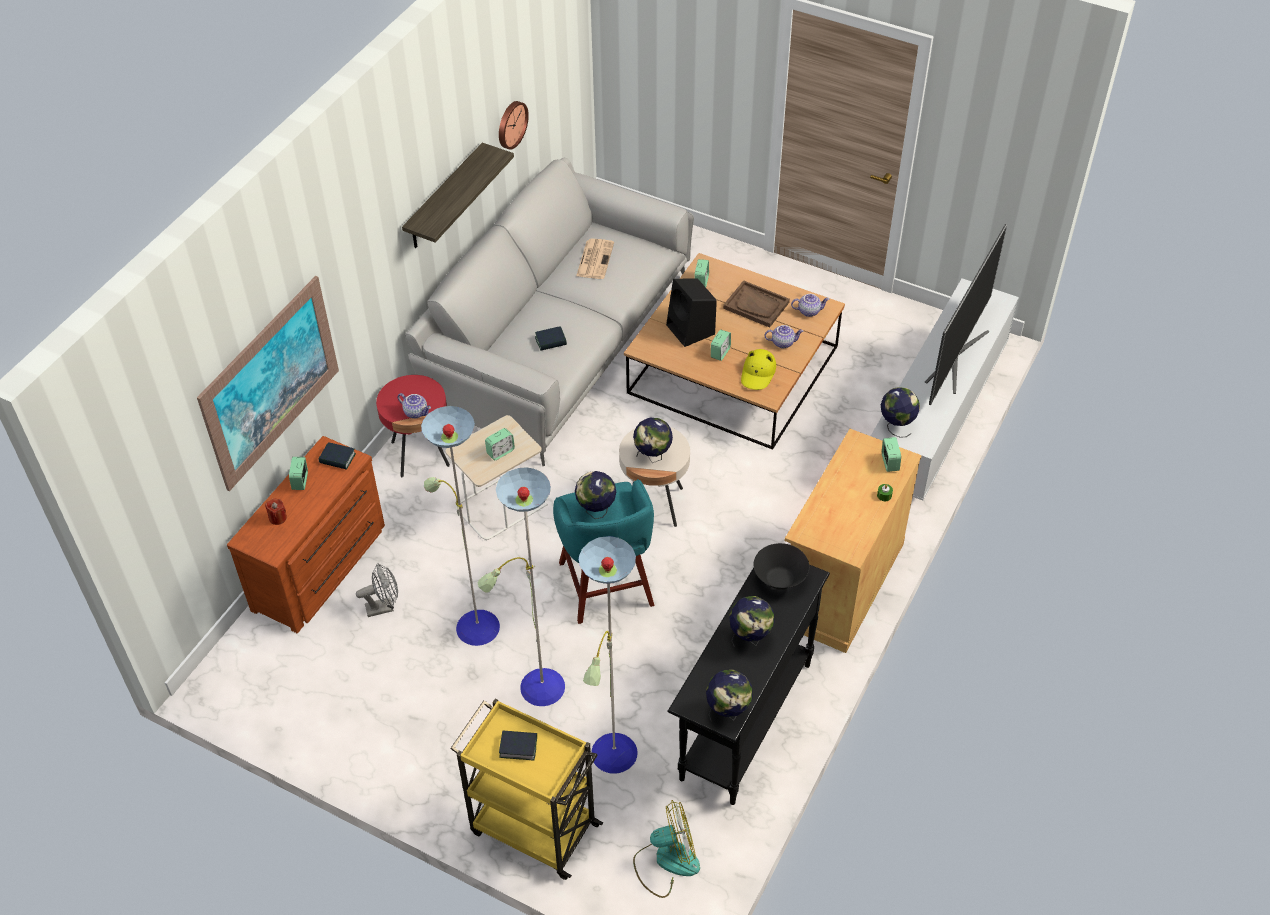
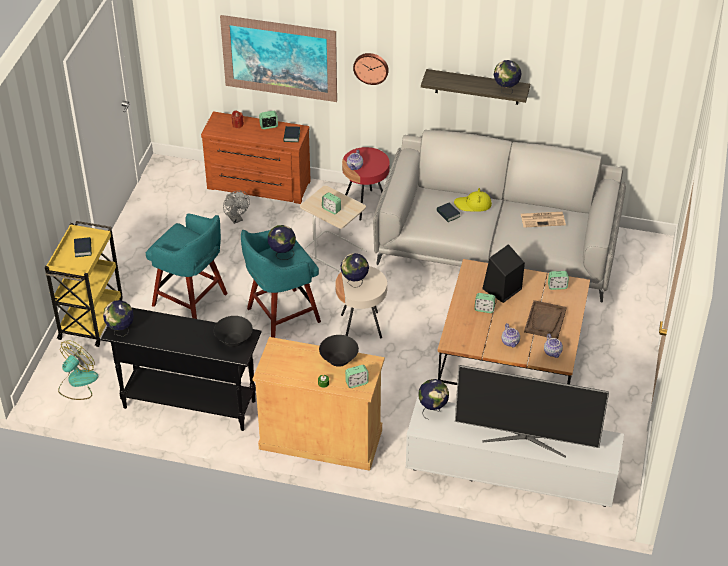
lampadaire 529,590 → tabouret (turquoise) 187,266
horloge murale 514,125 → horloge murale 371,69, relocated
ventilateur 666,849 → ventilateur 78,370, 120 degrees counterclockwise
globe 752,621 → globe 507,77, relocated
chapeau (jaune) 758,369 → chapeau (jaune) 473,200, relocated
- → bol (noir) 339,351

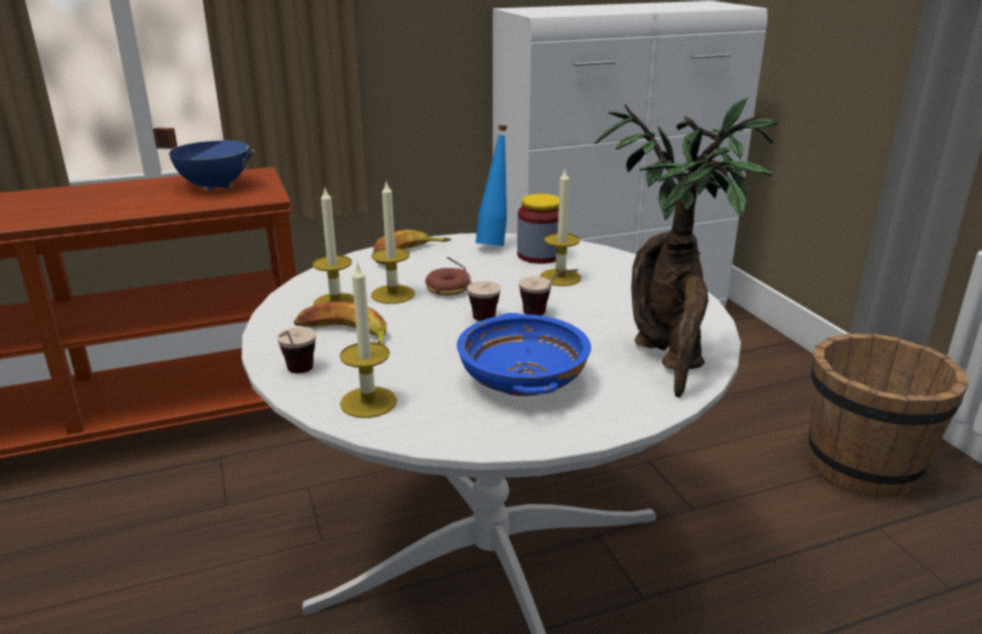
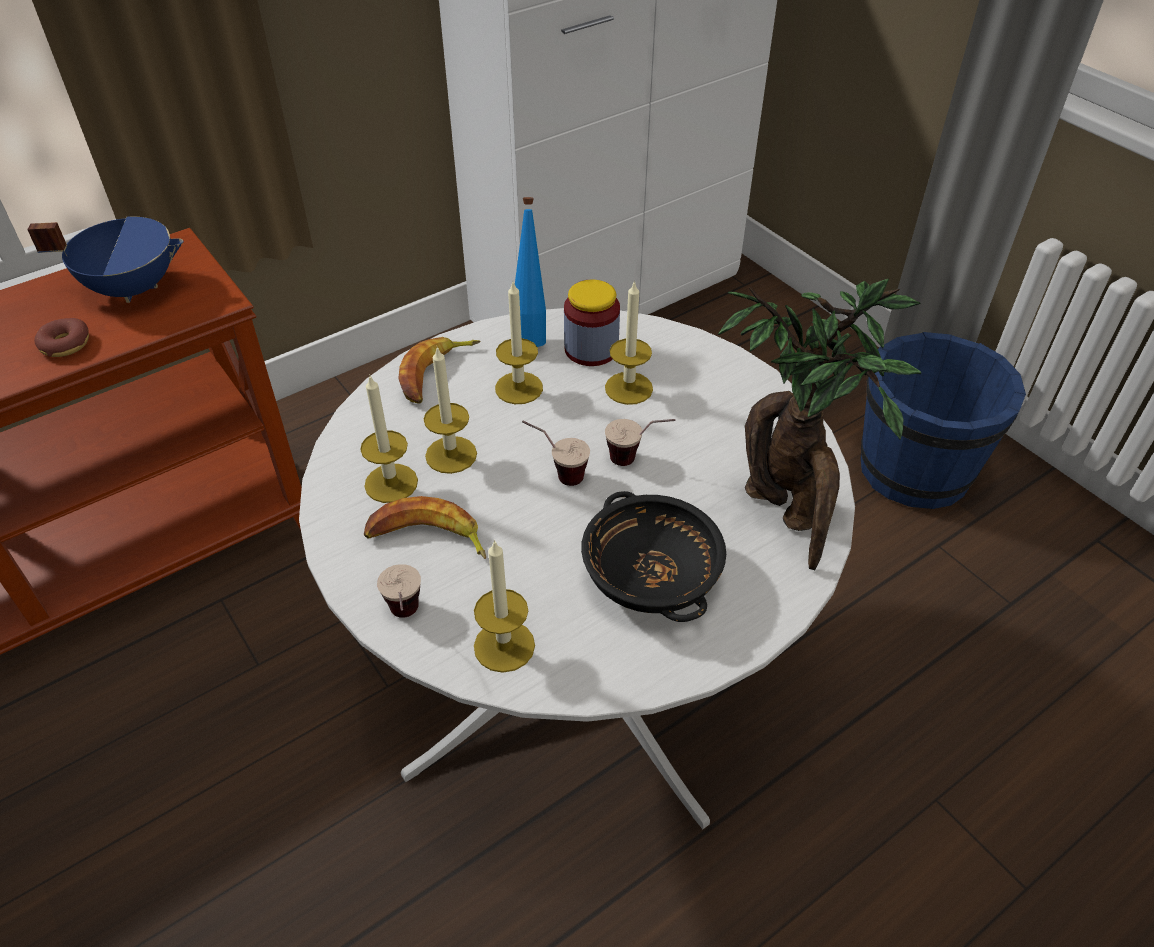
beignet 447,282 → beignet 61,337, relocated
bol (bleu) 524,355 → bol (noir) 653,556
seau (marron) 889,415 → seau (bleu) 943,420
- → bougie 519,343

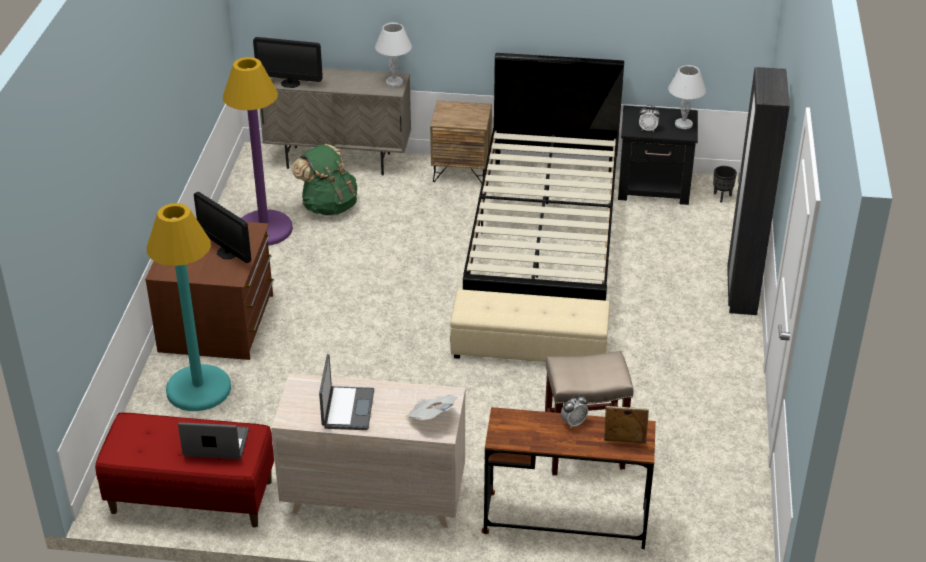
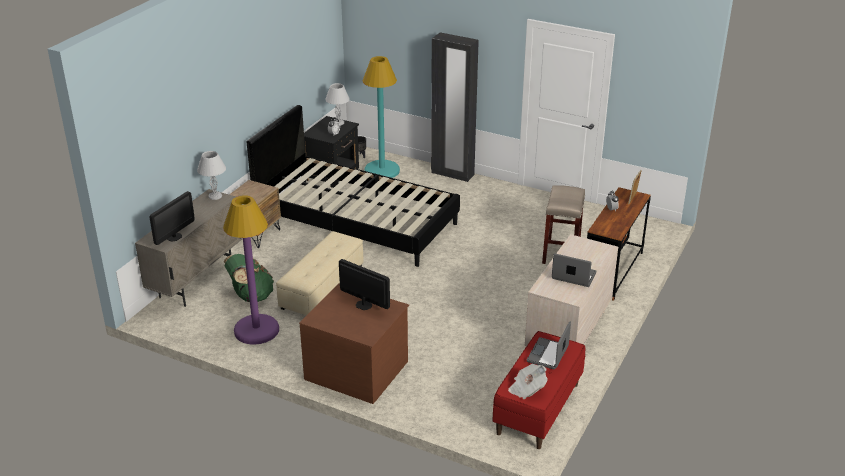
lampadaire (turquoise) 189,307 → lampadaire (turquoise) 381,117, relocated
écran d'ordinateur 222,227 → écran d'ordinateur 364,284, 120 degrees counterclockwise
journal 432,407 → journal 528,381, relocated
pouf (beige) 530,325 → pouf (beige) 319,273, relocated

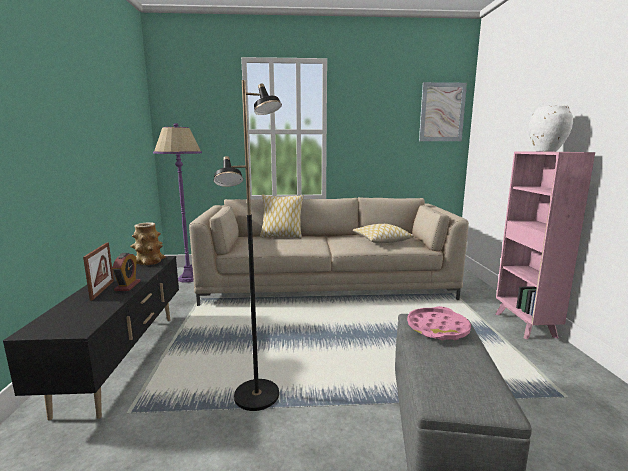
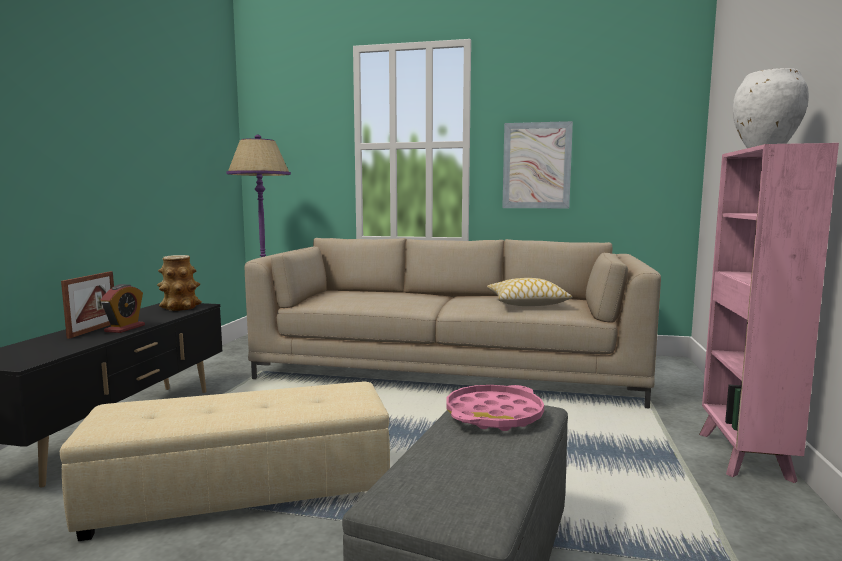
lampadaire (noir) 248,245 → pouf (beige) 225,461
coussin 282,216 → -
tableau 443,111 → tableau 537,164, relocated

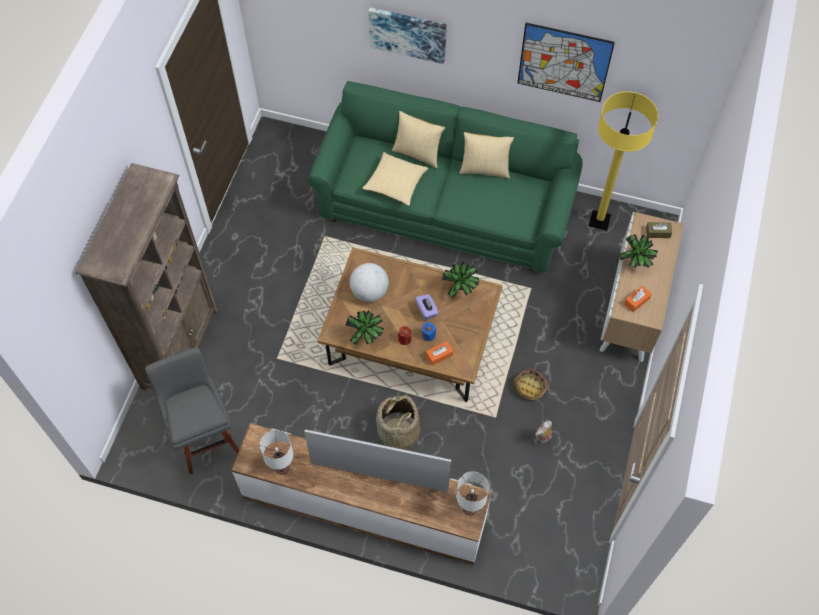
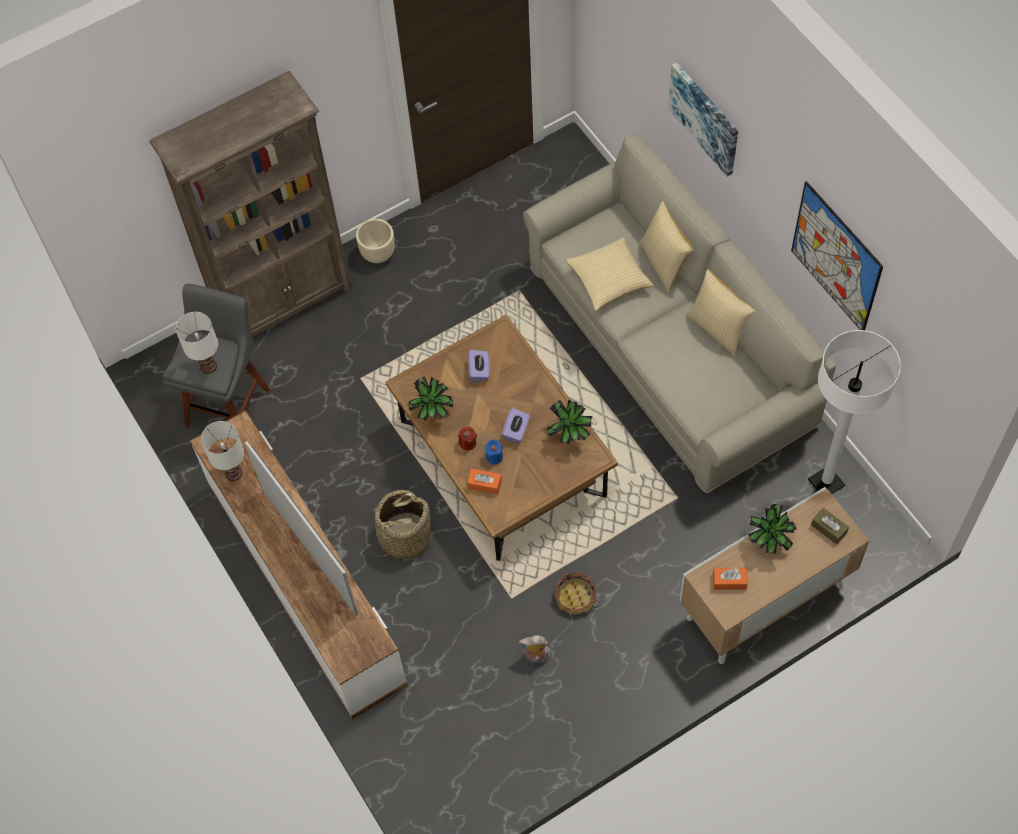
canapé (vert) 445,177 → canapé (beige) 679,313
globe 369,282 → boîte à mouchoirs (violet) 479,366
lampe de table (blanc) 472,493 → lampe de table (blanc) 197,343, relocated
lampadaire (jaune) 623,160 → lampadaire (blanc) 854,412
- → cache-pot (beige) 375,241

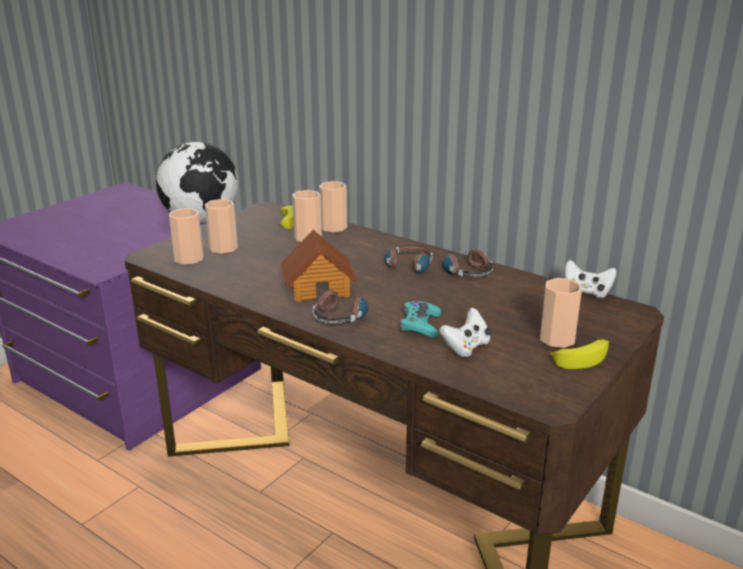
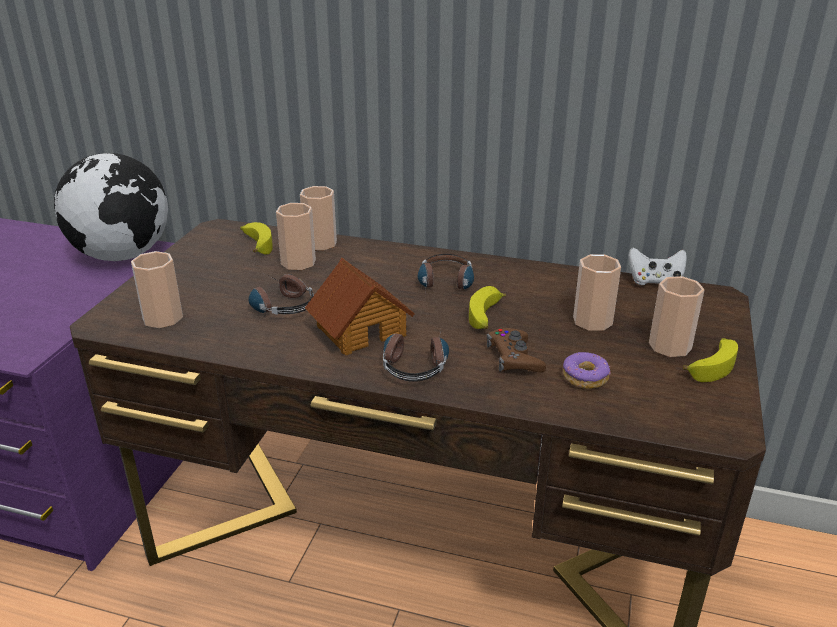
tasse 221,226 → tasse 597,292, relocated
manette (turquoise) 420,319 → manette (marron) 516,350
manette (blanc) 465,332 → beignet 586,370
casque audio 467,263 → casque audio 281,294, relocated
- → banane 487,307

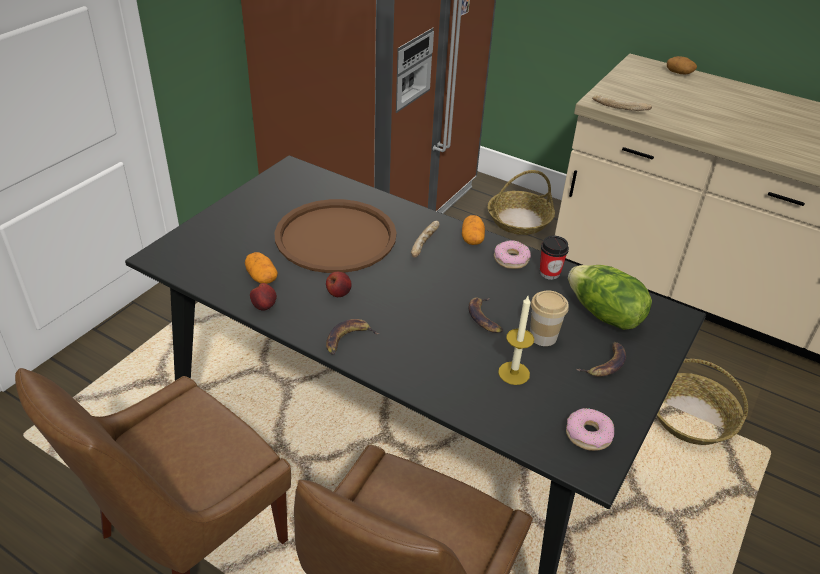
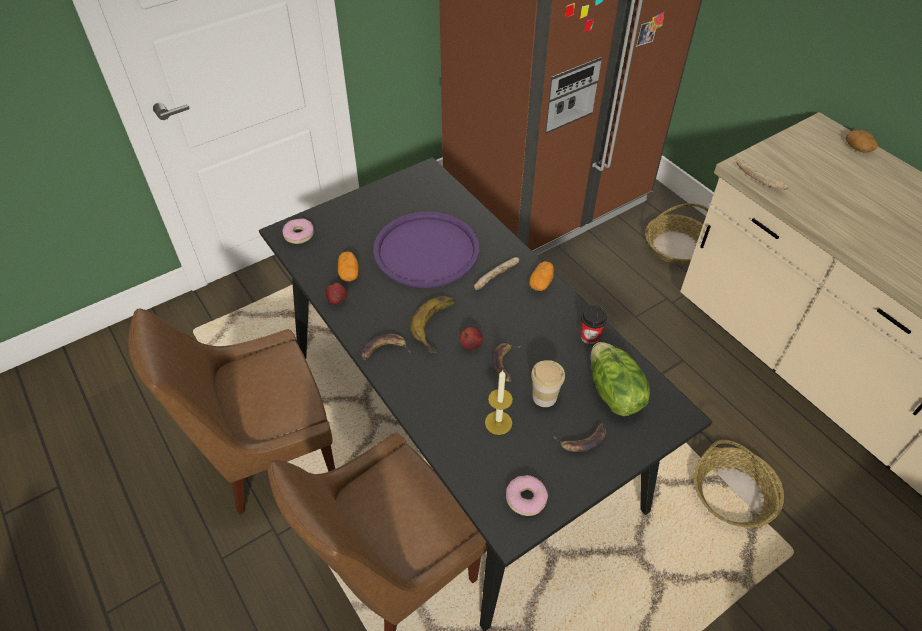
plateau (marron) 335,236 → plateau (violet) 426,249
pomme 339,284 → pomme 471,338, relocated
beignet 512,254 → beignet 298,231, relocated
- → banane 432,325

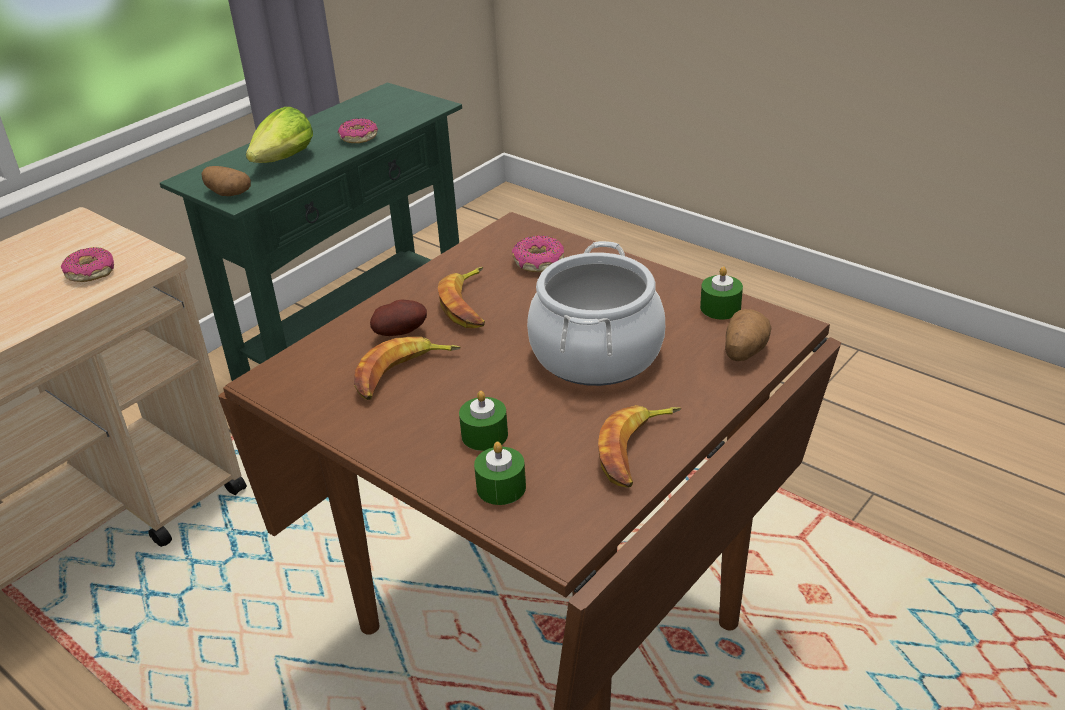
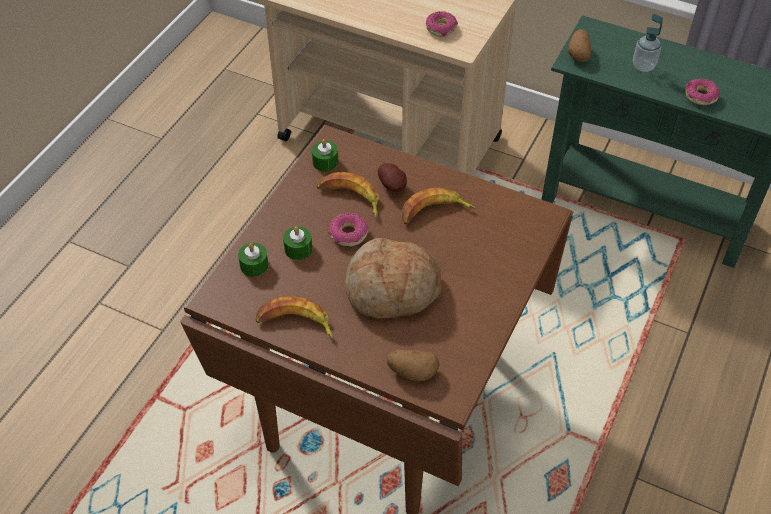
laitue 279,135 → distributeur de savon 648,43
beignet 538,253 → beignet 348,229, relocated
marmite 596,313 → pain 393,278
bougie (vert) 721,292 → bougie (vert) 325,155, relocated

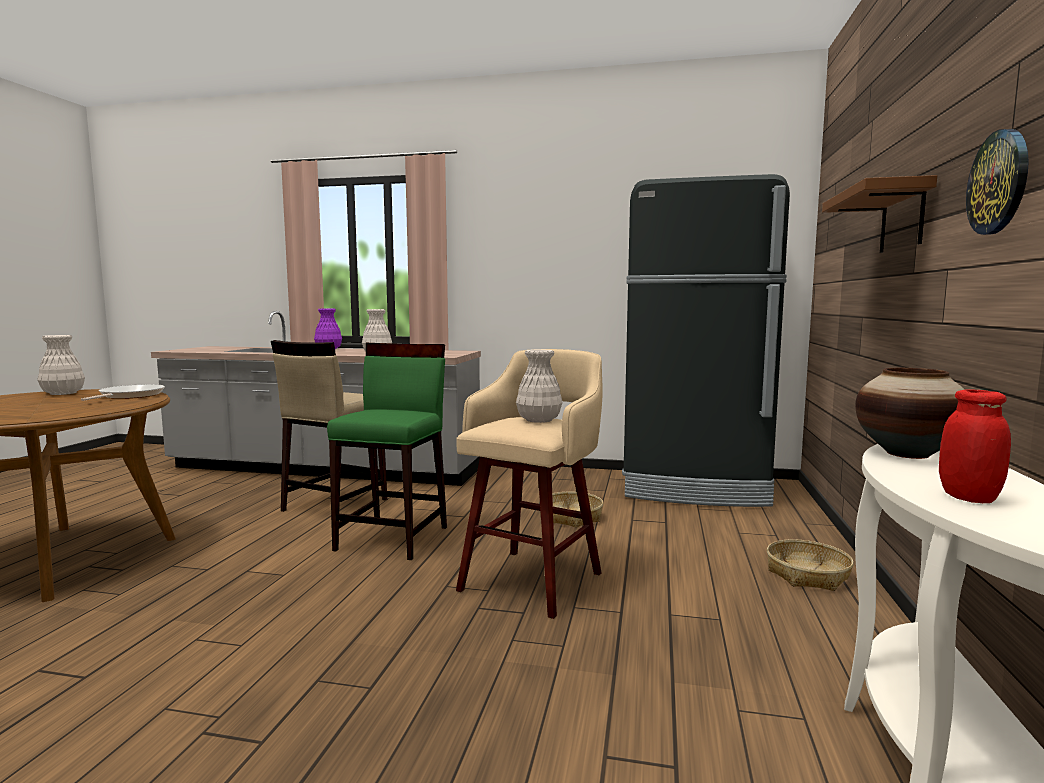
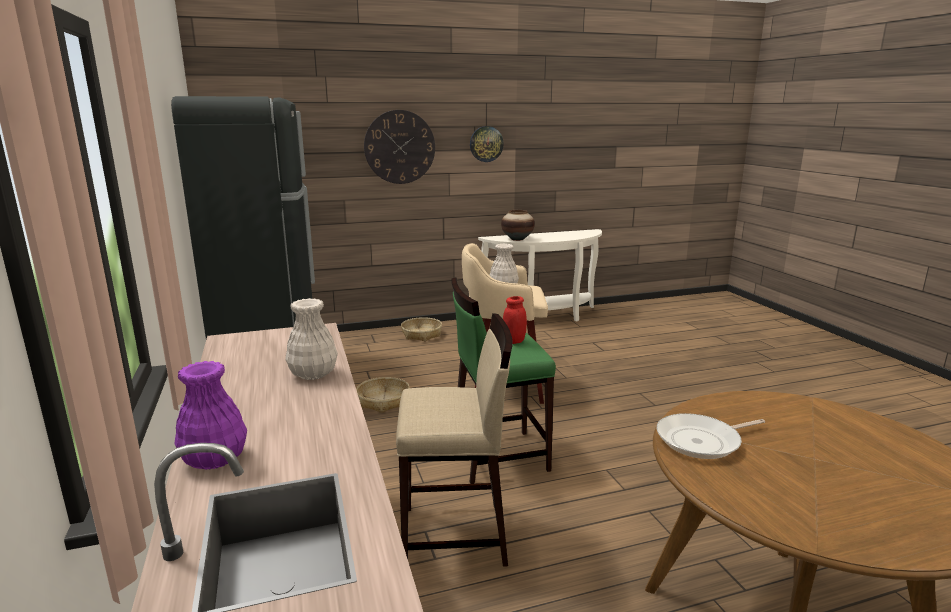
vase (blanc) 61,365 → -
étagère (marron) 879,214 → horloge murale 399,147
bocal (rouge) 975,446 → bocal (rouge) 515,320, relocated

